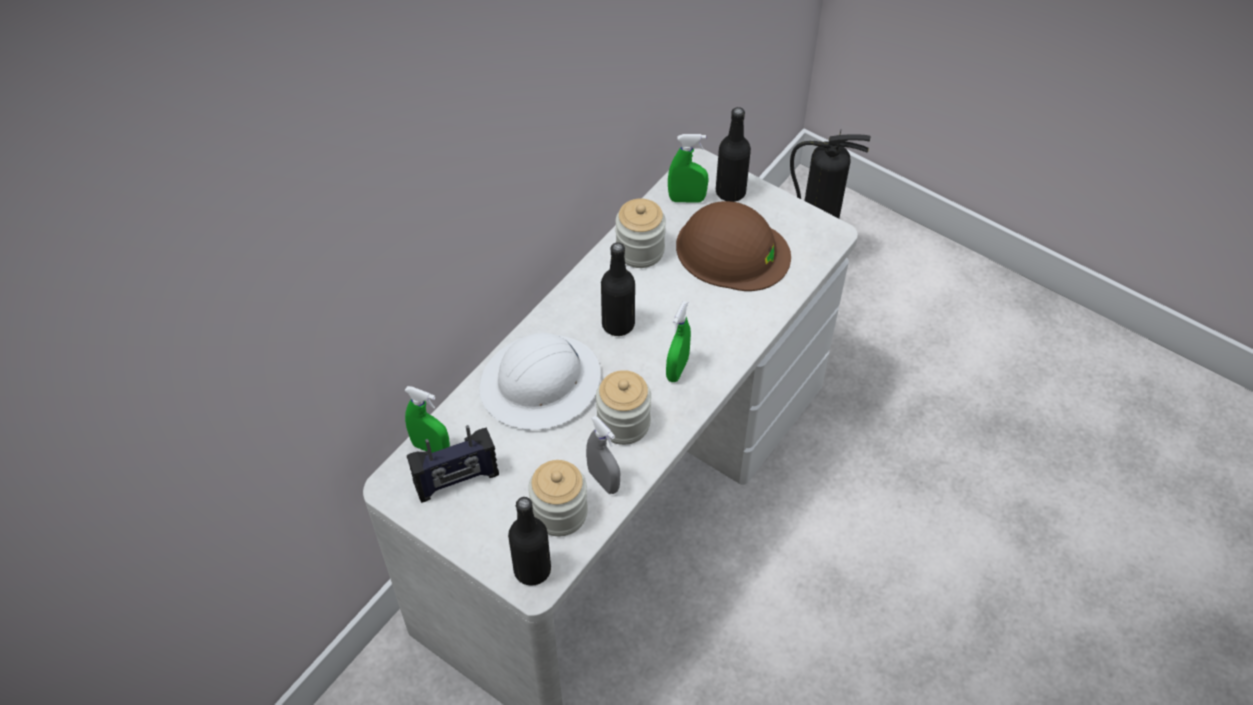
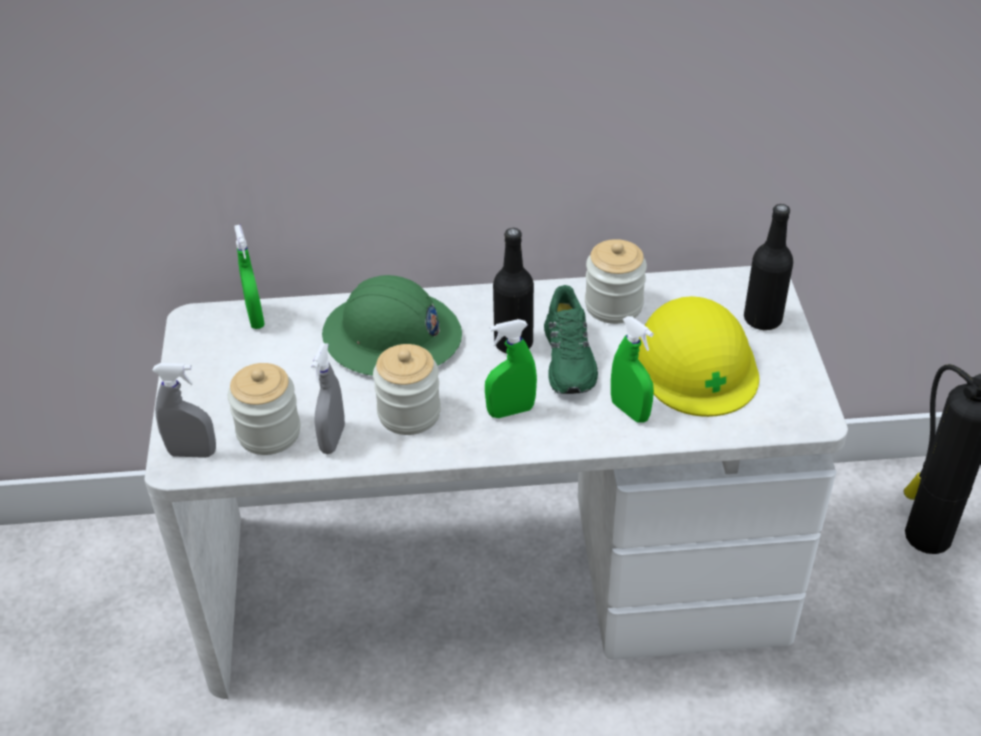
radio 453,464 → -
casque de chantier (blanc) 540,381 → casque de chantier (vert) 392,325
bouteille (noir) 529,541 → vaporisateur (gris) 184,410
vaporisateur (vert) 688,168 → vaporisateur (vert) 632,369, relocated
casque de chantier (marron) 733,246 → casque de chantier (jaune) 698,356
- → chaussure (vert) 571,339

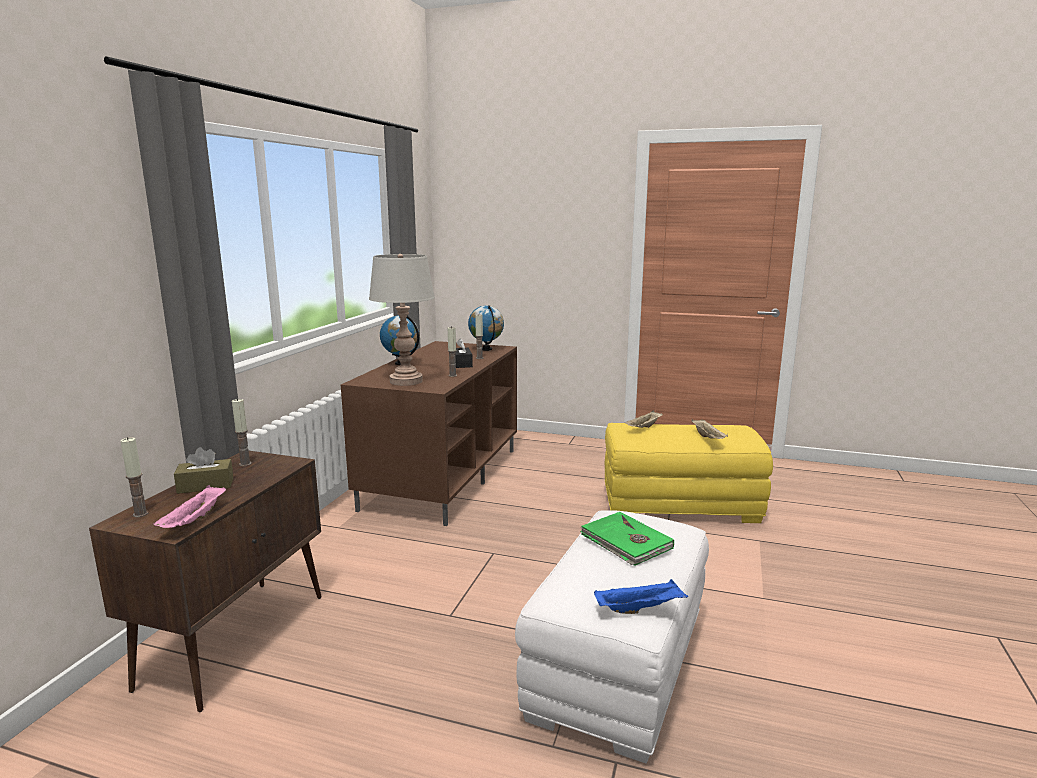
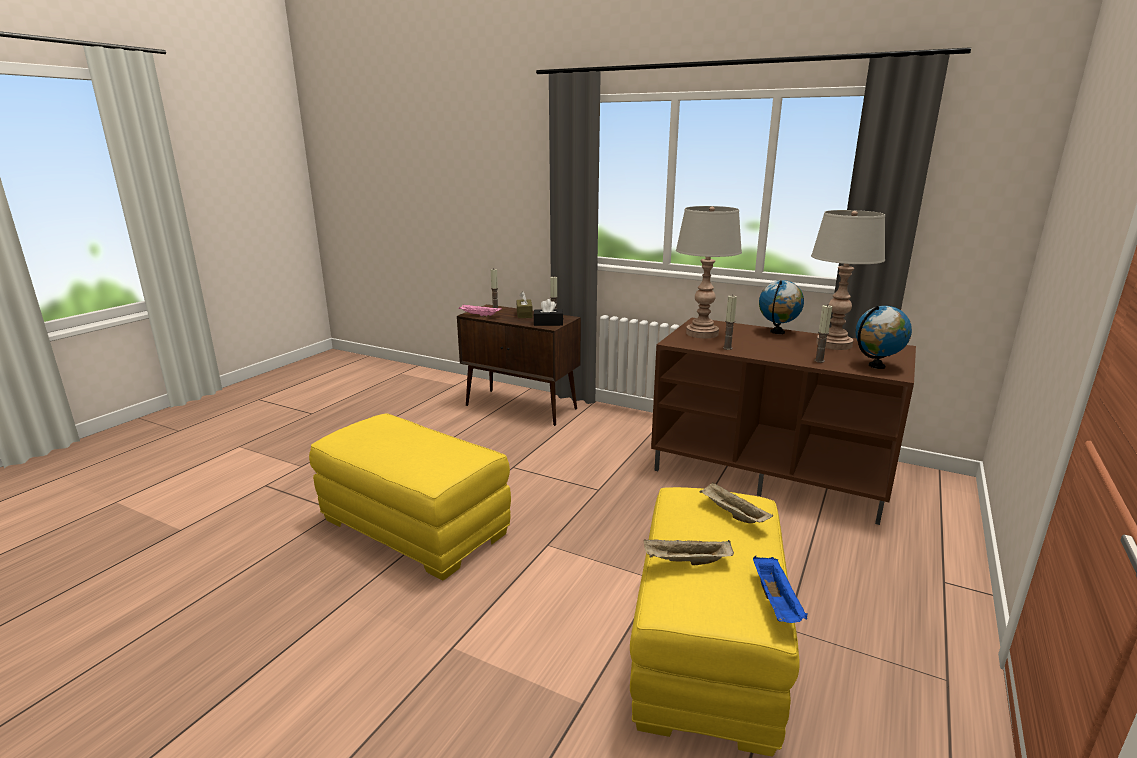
boîte à mouchoirs (noir) 464,353 → boîte à mouchoirs (noir) 548,312, relocated
pouf (blanc) 612,636 → pouf (jaune) 410,497
livre (vert) 627,539 → -
plateau (bleu) 641,596 → plateau (bleu) 780,589, relocated
- → lampe de table (gris) 848,280

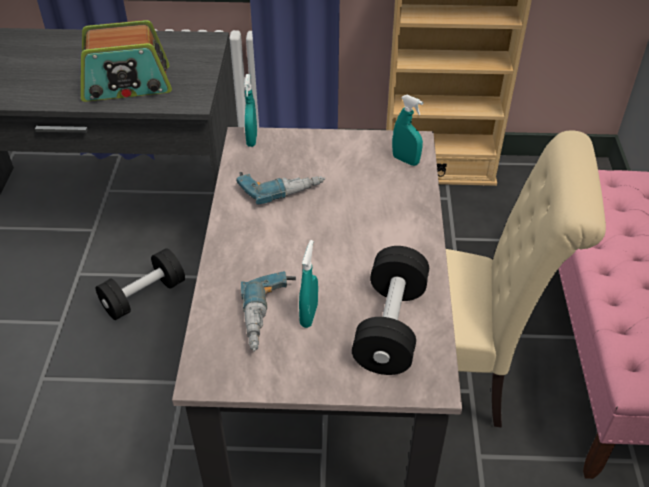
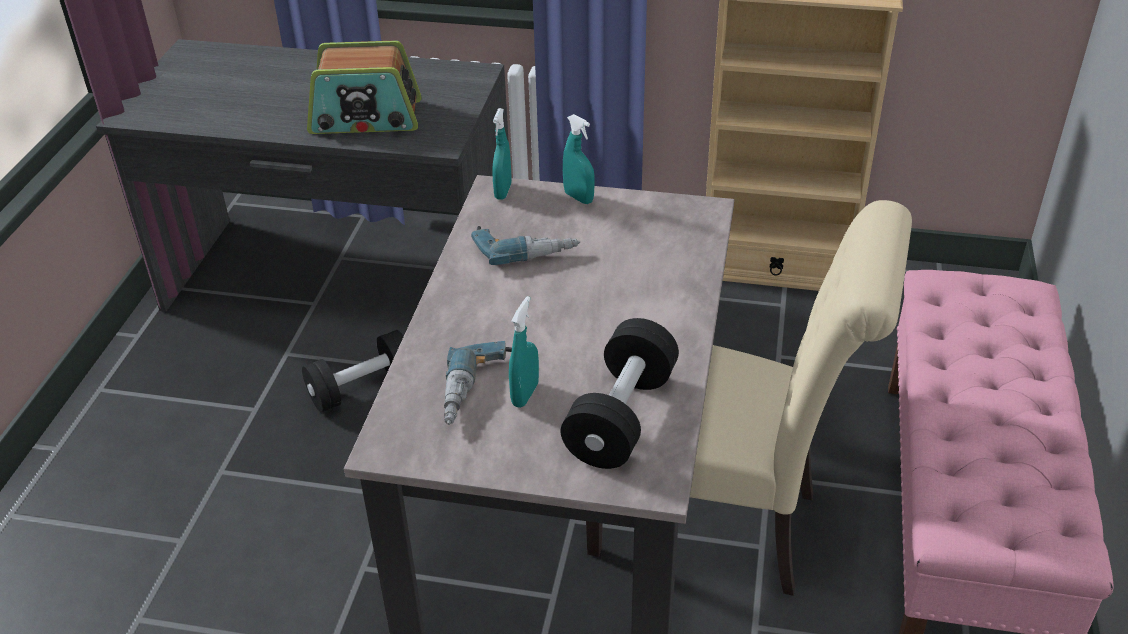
vaporisateur (turquoise) 407,130 → vaporisateur (turquoise) 579,159, relocated

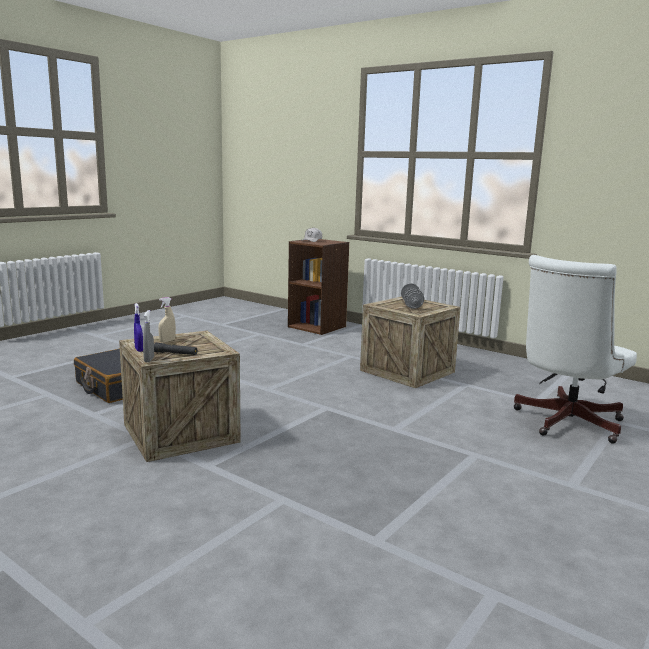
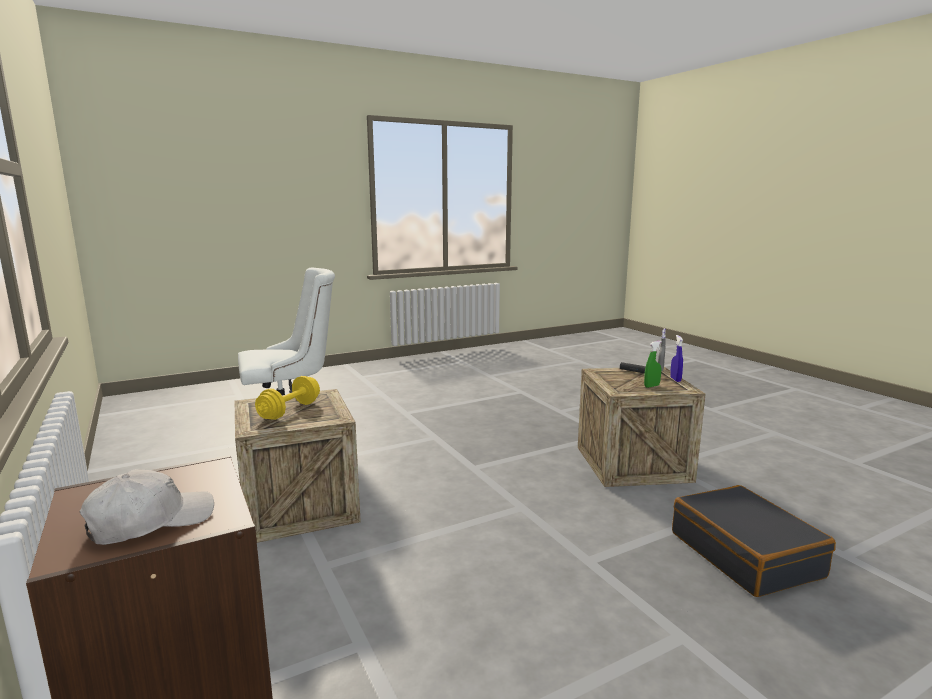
vaporisateur (beige) 167,320 → vaporisateur (vert) 653,364
haltère (gris) 412,296 → haltère (jaune) 287,398

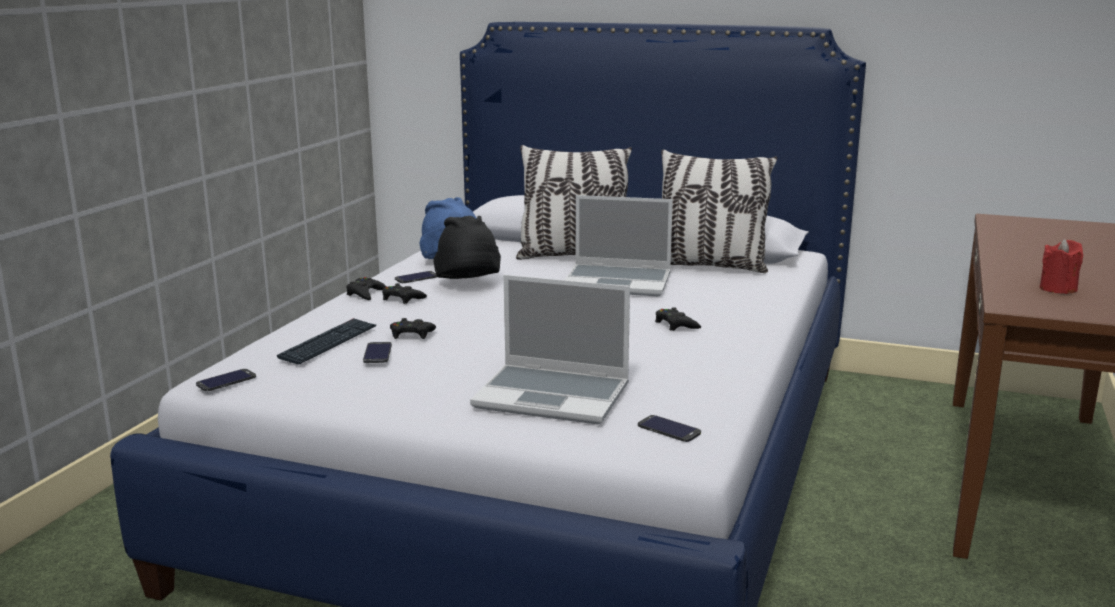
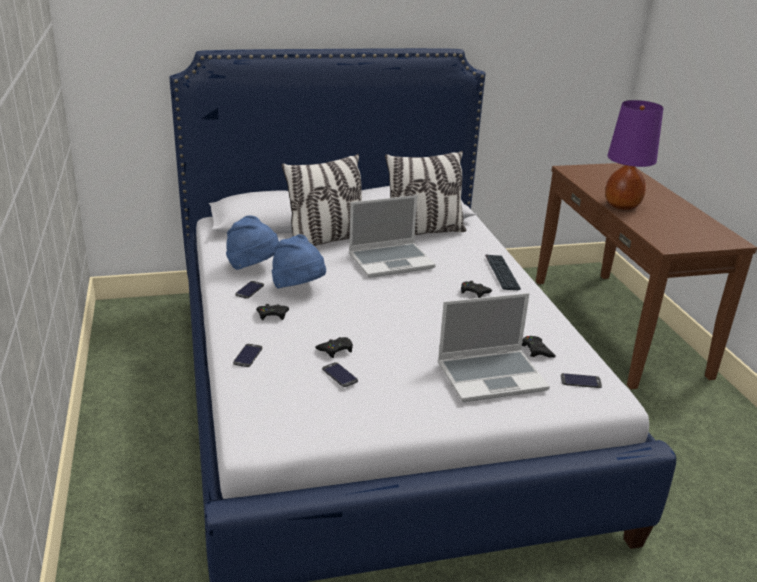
téléphone 226,380 → téléphone 247,355, relocated
clavier 326,341 → clavier 503,272, relocated
manette (noir) 366,288 → manette (noir) 539,347, relocated
chapeau (noir) 467,247 → chapeau (bleu) 299,261
bougie (rouge) 1061,266 → -
- → lampe de table (violet) 634,155

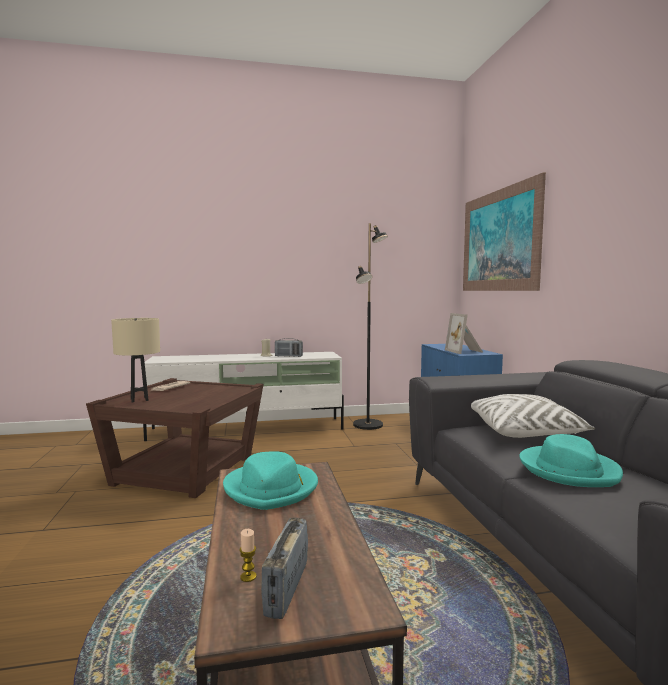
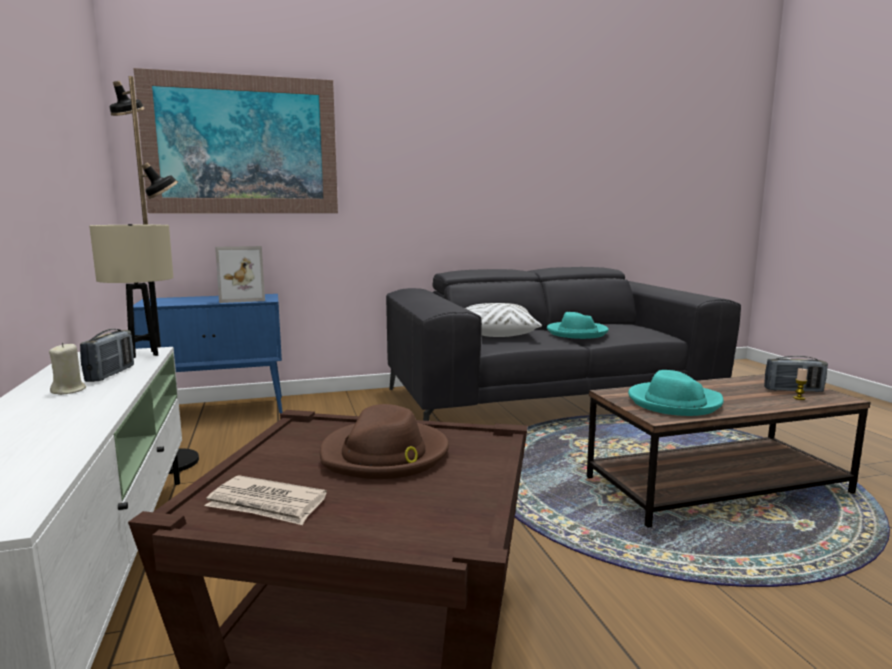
lampe de table (beige) 135,360 → lampe de table (beige) 131,291, relocated
- → chapeau (marron) 384,441

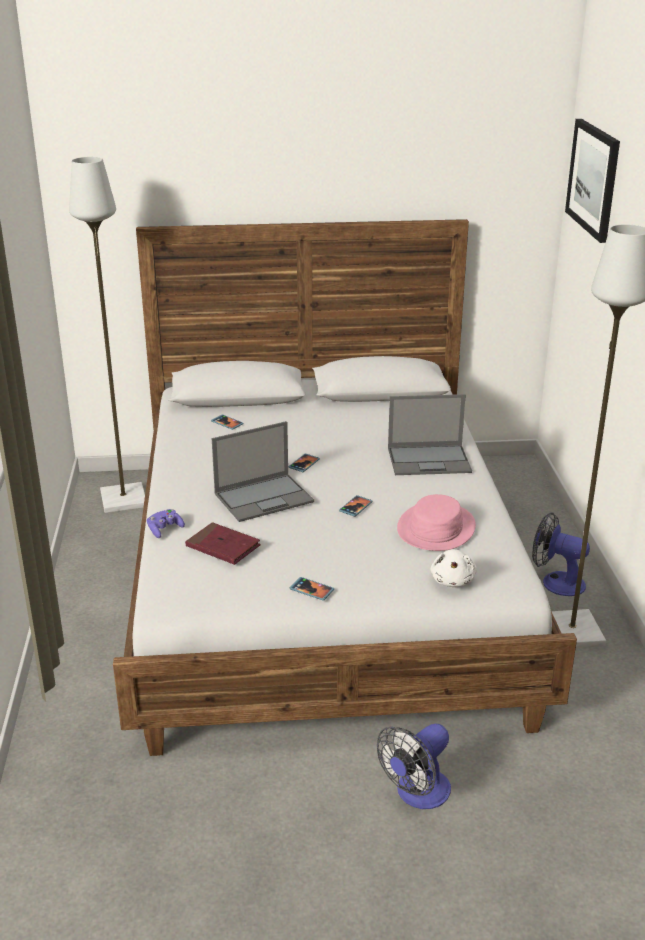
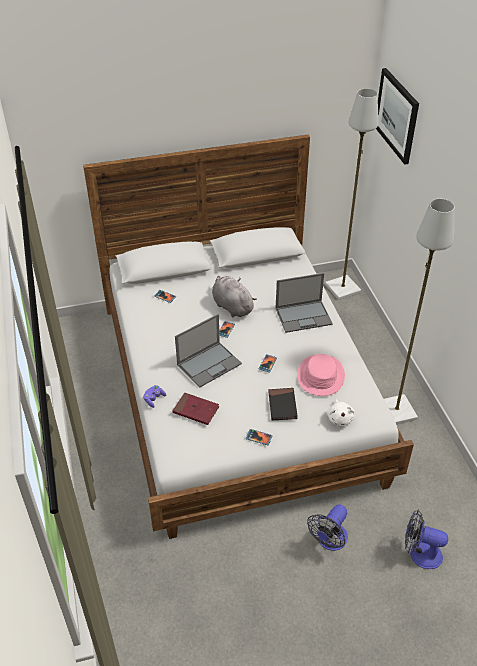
lampadaire (gris) 107,335 → lampadaire (gris) 352,194, relocated
ventilateur 561,554 → ventilateur 426,539, relocated
- → peluche (gris) 234,297
- → livre (noir) 283,404

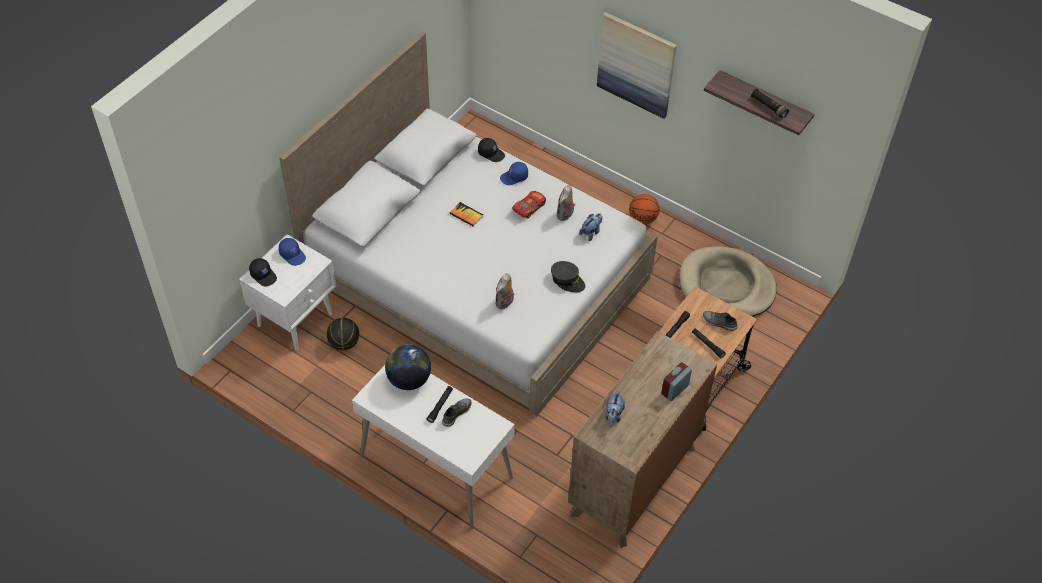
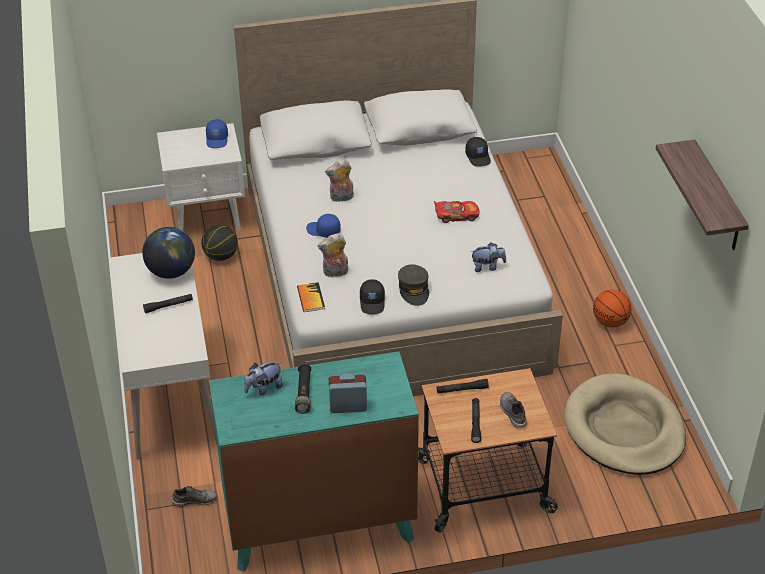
casquette (noir) 263,272 → casquette (noir) 372,296, relocated
chaussure (gris) 457,412 → chaussure (gris) 195,496, relocated
livre 466,214 → livre 311,297, relocated
casquette (bleu) 514,173 → casquette (bleu) 323,226, relocated
peluche 566,203 → peluche 339,180, relocated
commode (marron) 642,439 → commode (turquoise) 314,461
tableau 637,65 → -
lampe de poche (noir) 770,104 → lampe de poche (noir) 303,389, relocated

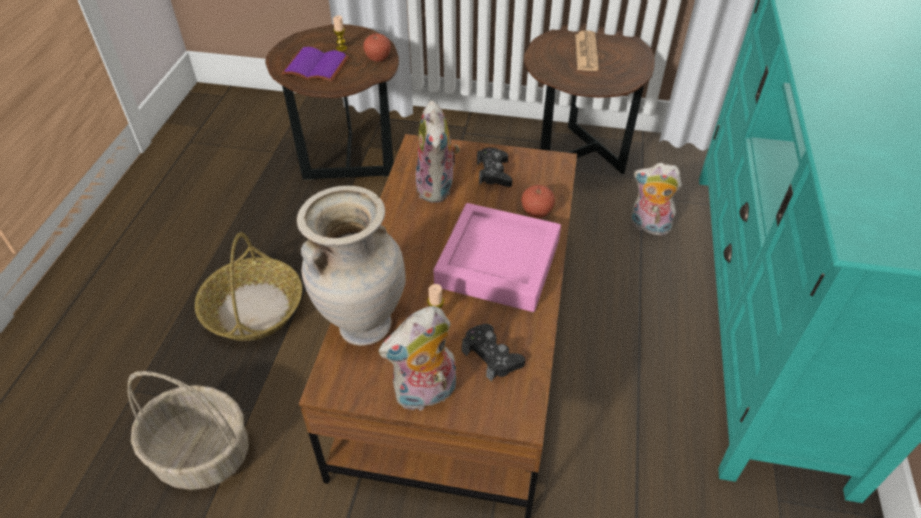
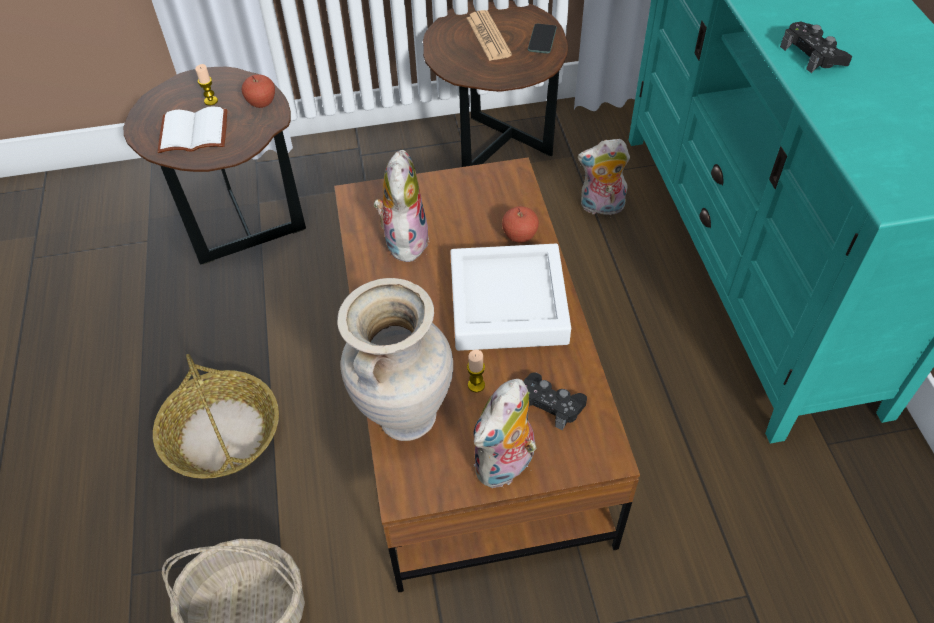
livre (violet) 315,64 → livre (blanc) 192,129
peluche 438,151 → peluche 401,206, 150 degrees counterclockwise
plateau (rose) 497,257 → plateau (blanc) 510,297
manette (noir) 494,167 → manette (noir) 816,47, relocated
- → téléphone 542,39

